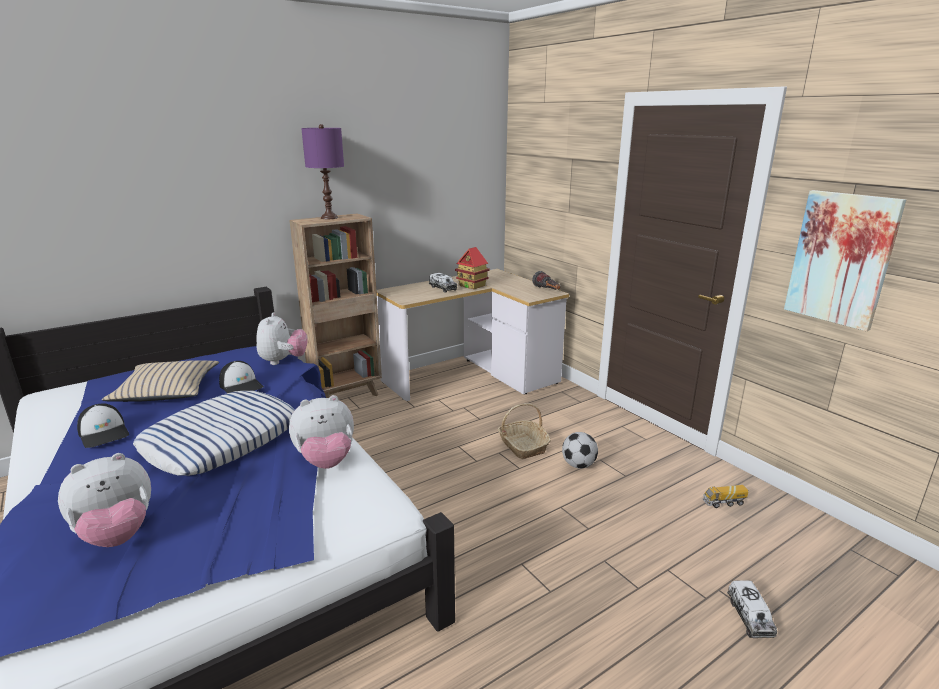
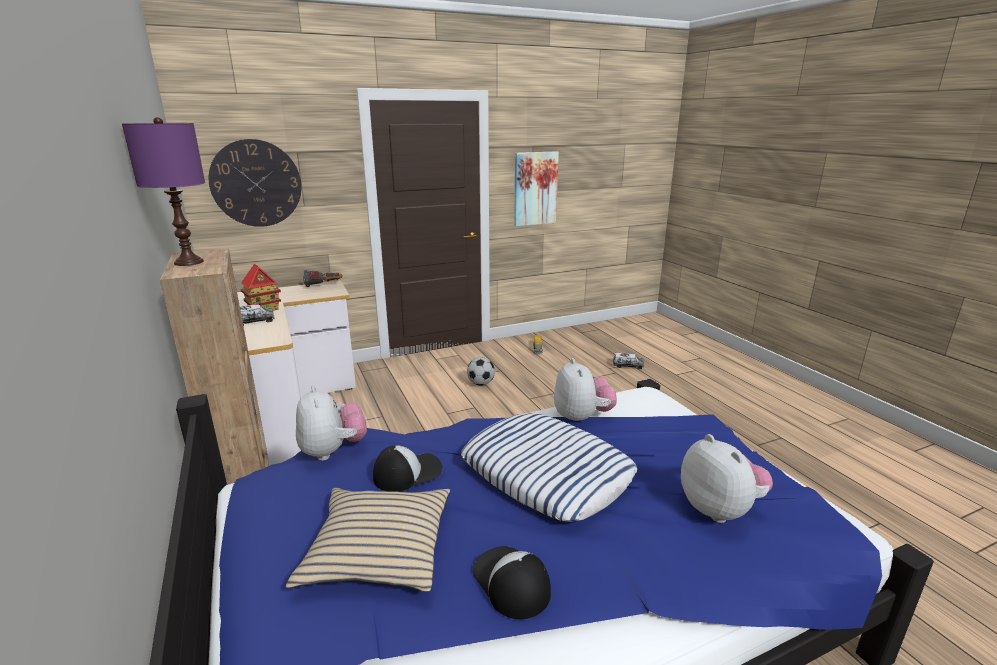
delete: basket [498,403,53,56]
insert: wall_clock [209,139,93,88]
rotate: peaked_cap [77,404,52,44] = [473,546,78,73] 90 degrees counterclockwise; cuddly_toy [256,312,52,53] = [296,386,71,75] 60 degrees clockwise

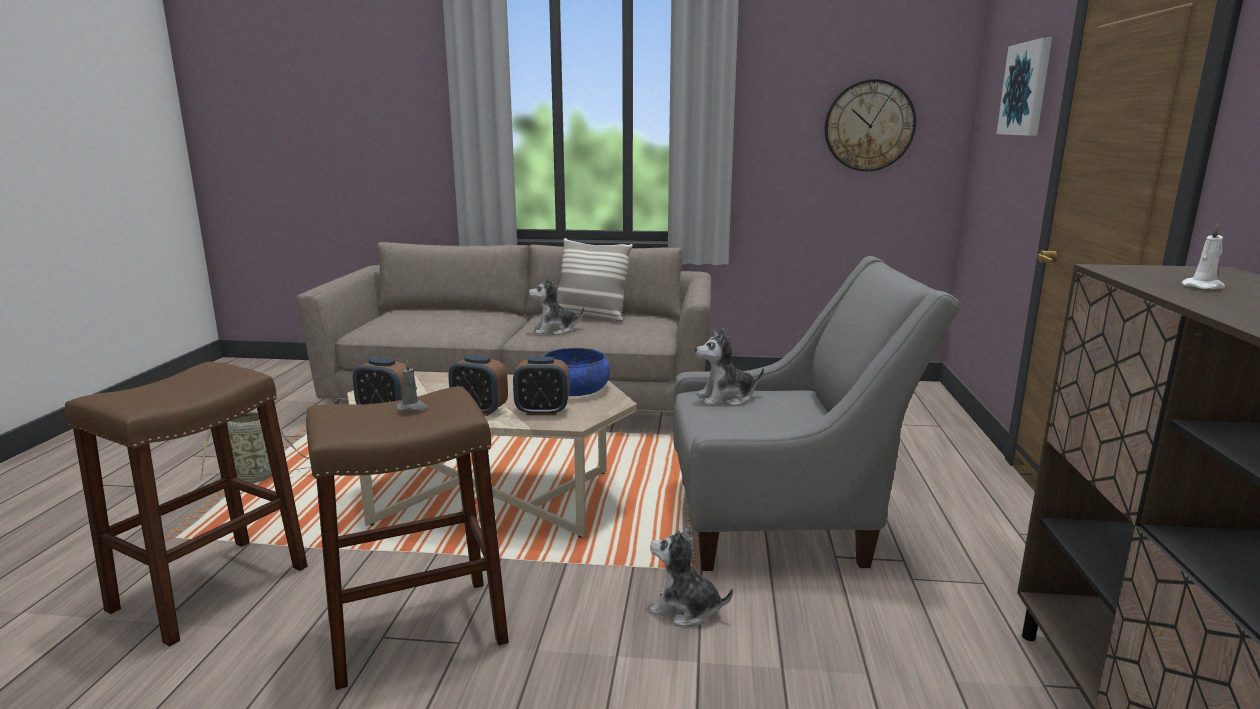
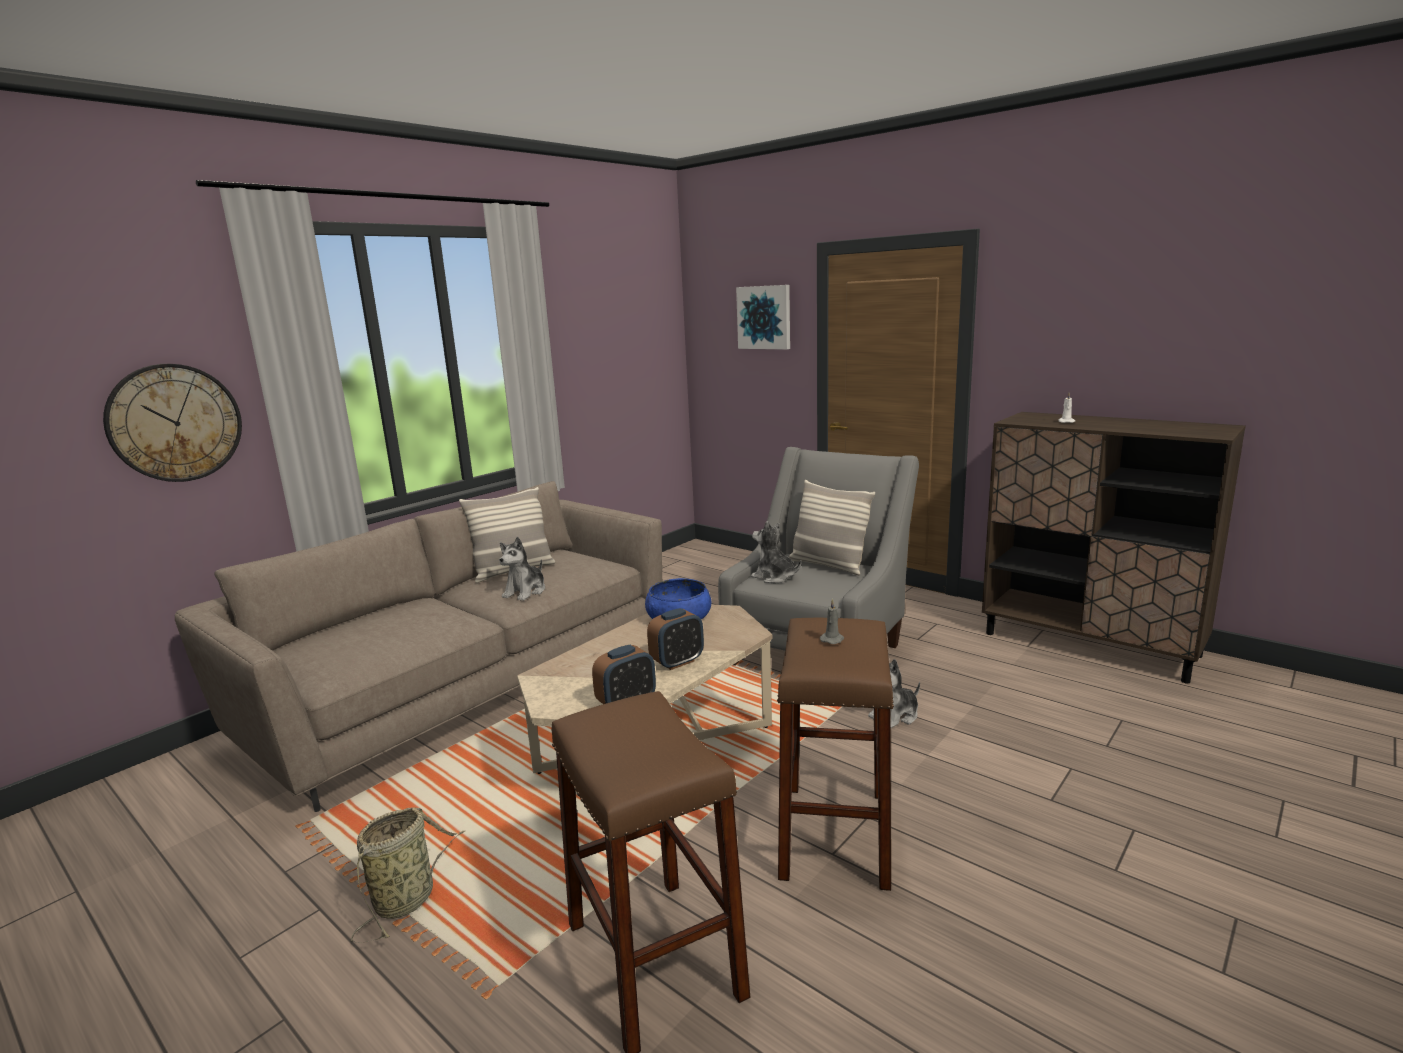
delete: table_clock [513,357,56,58]
insert: pillow [789,480,86,95]
move: wall_clock [825,79,91,92] to [103,364,139,118]
rotate: cuddly_toy [695,329,69,77] = [751,521,50,63] 105 degrees clockwise

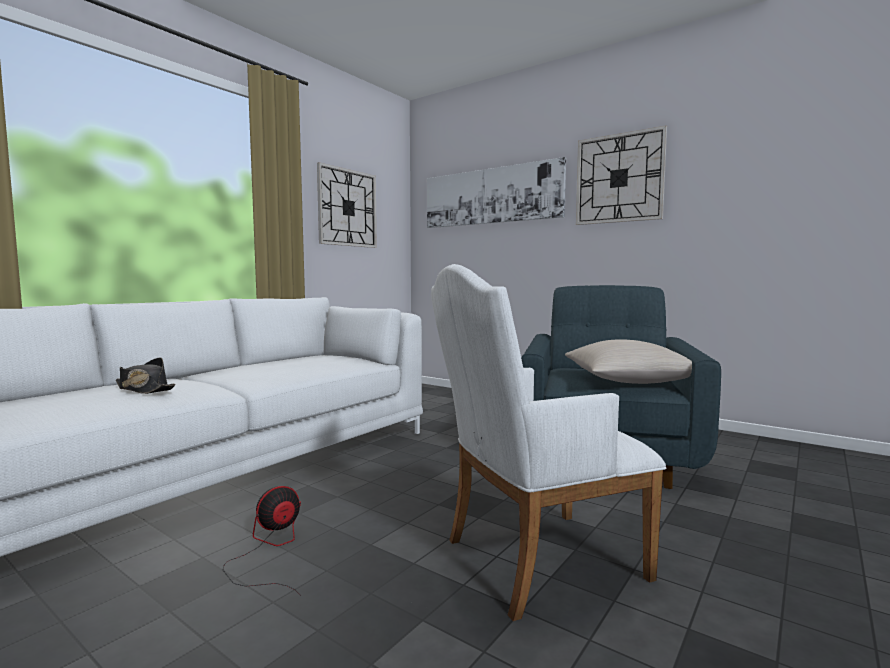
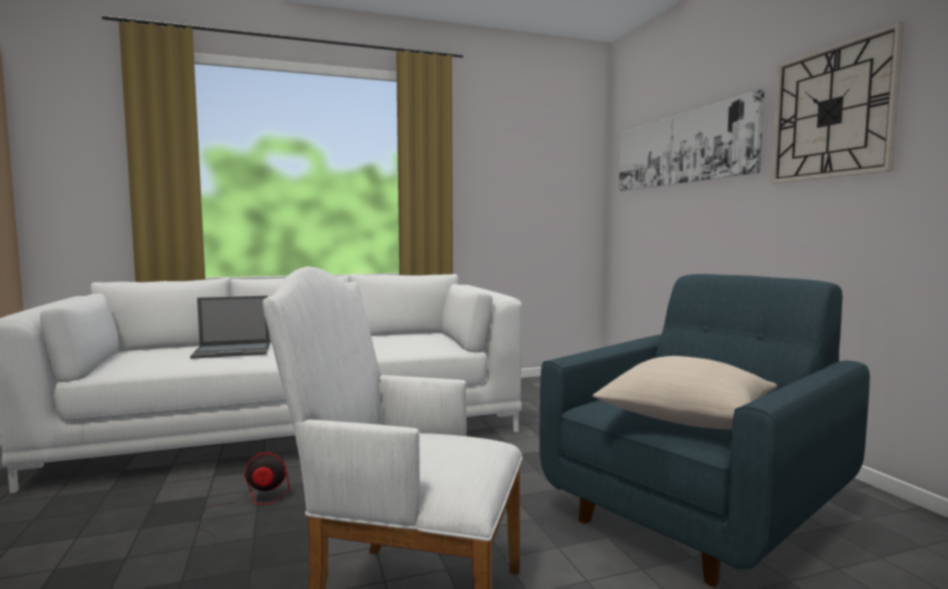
delete: wall_clock [317,162,60,86]
replace: black_hat [116,357,59,37] to laptop [190,296,80,63]

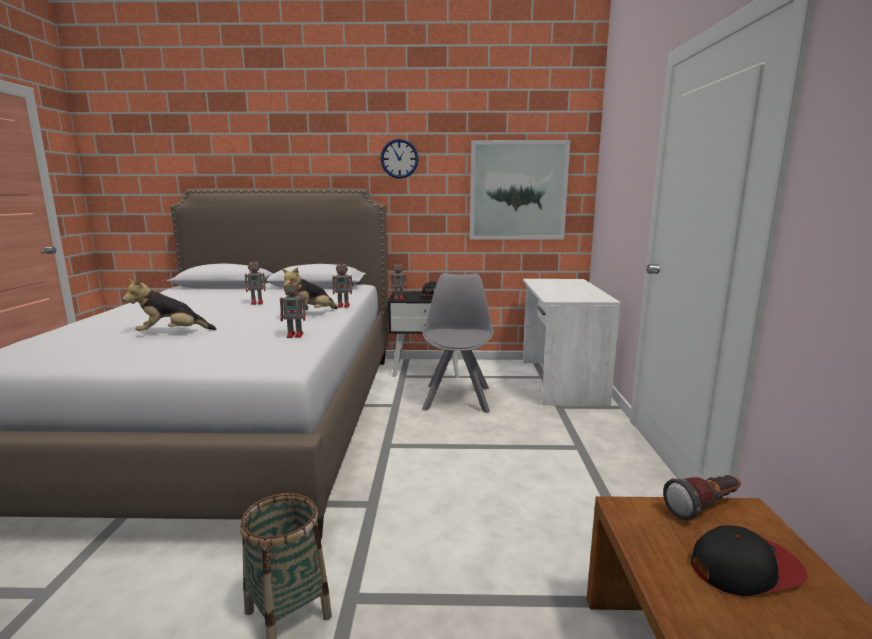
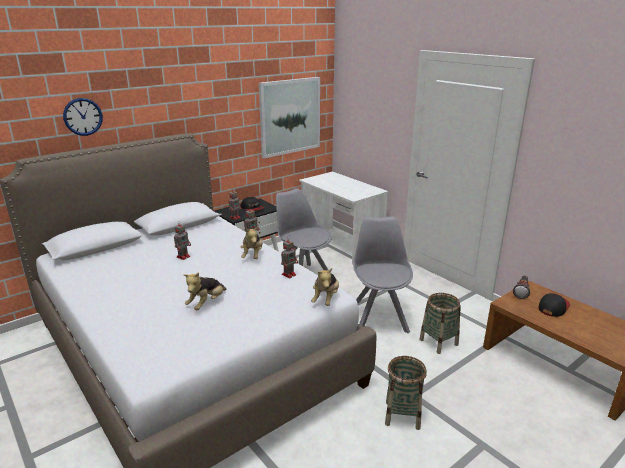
insert: cuddly_toy [311,268,28,38]; gray_upright_chair [353,216,60,118]; basket [419,293,42,61]
move: wall_clock [381,139,38,40] to [63,98,40,38]

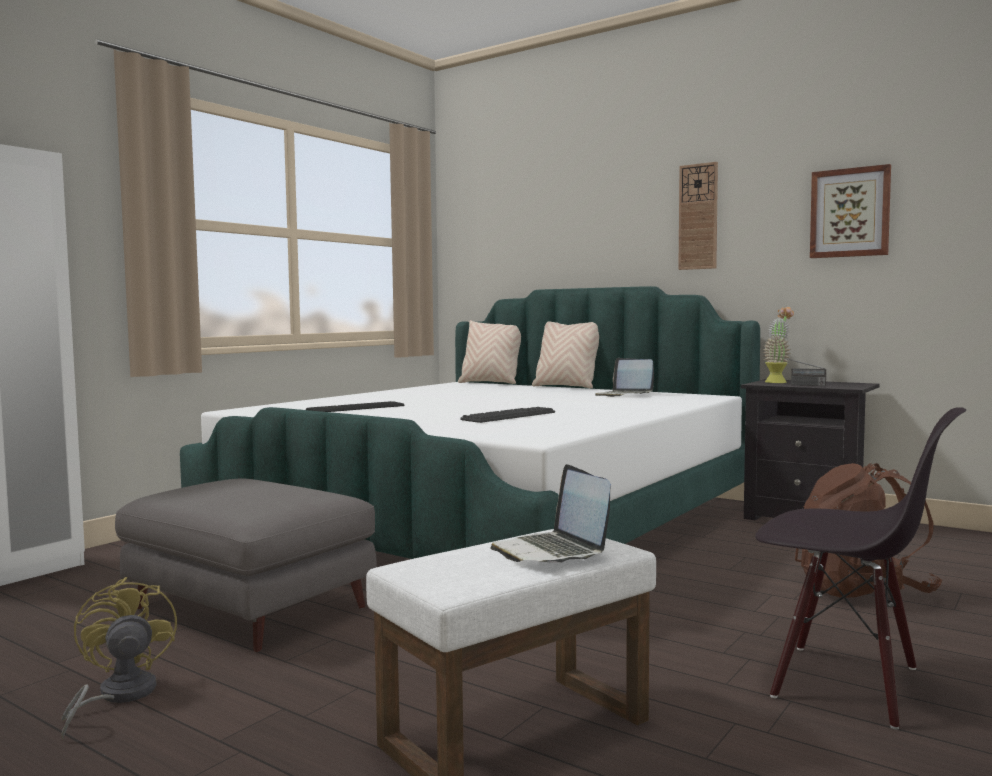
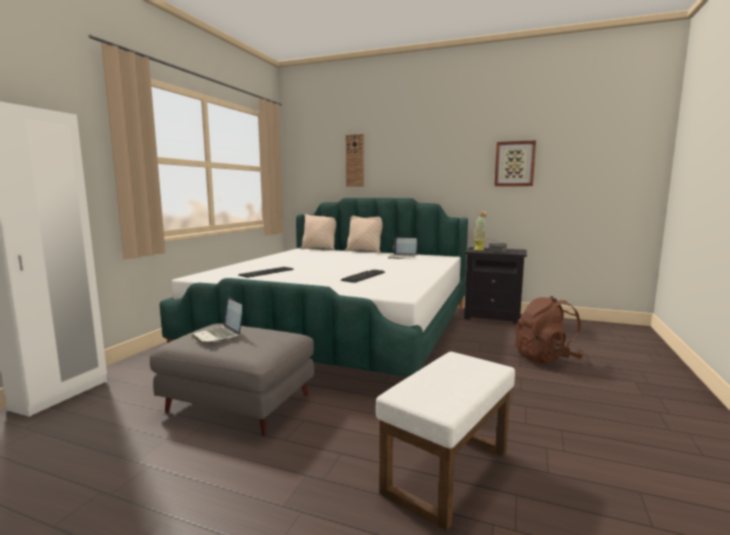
delete: yellow-coloured_cooling_fan [61,577,116,162]; black_upright_chair [755,407,211,323]
move: laptop [491,464,120,99] to [192,296,50,46]; wall_clock [678,162,40,108] to [346,134,18,53]

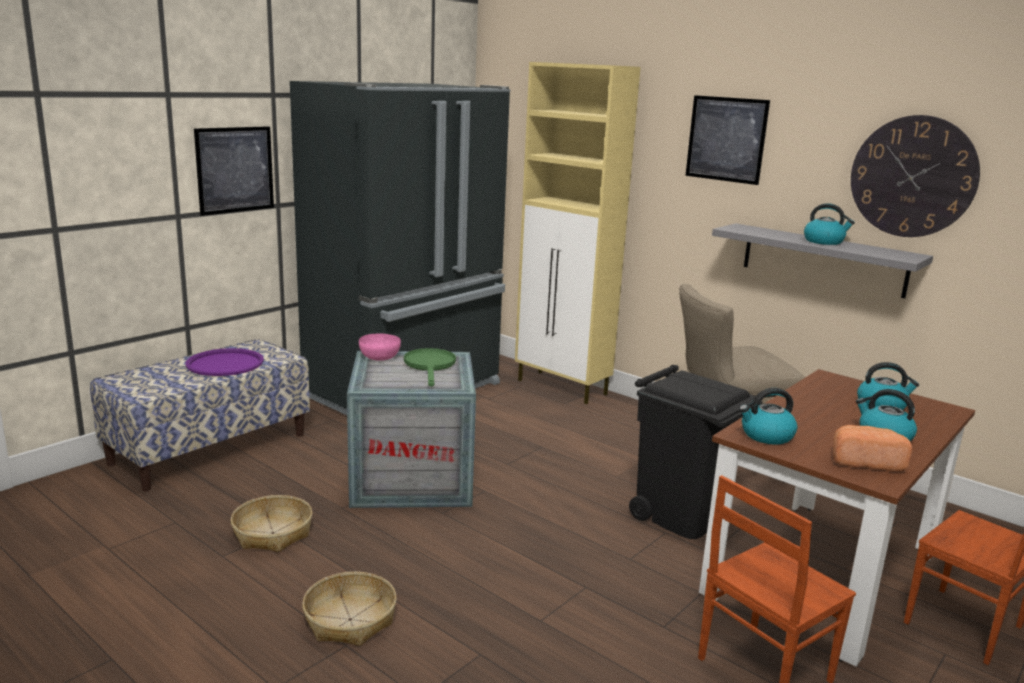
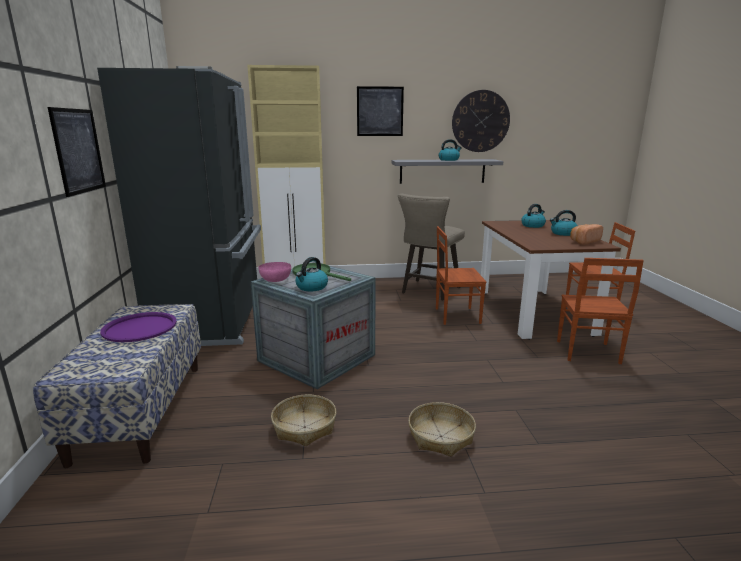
move: water_kettle [739,388,58,56] to [295,257,33,34]
replace: black_rubbish_bin [629,365,134,174] to brown-coloured_upright_chair [436,226,50,99]

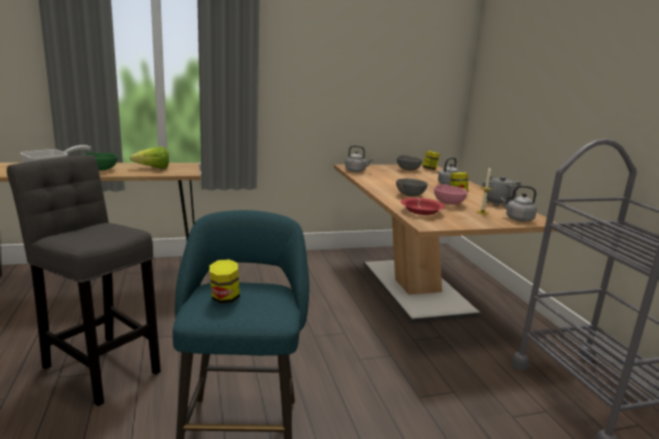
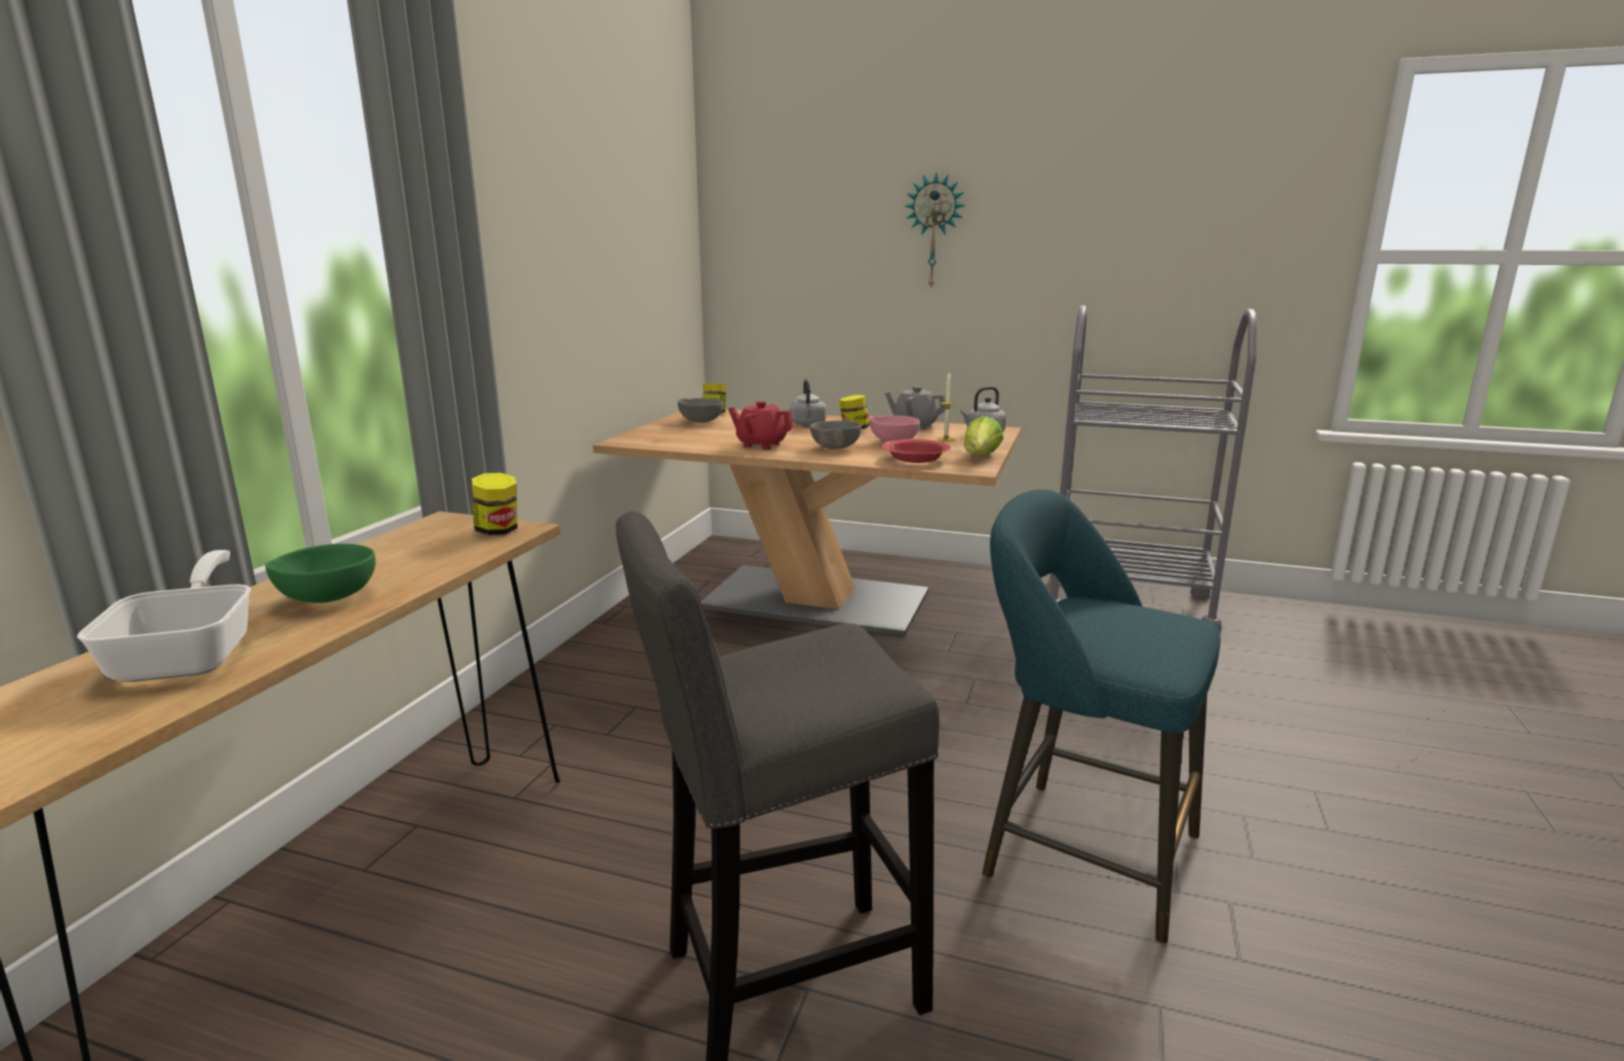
delete: gray_water_kettle [345,145,28,27]
insert: reddish_teapot [728,401,66,48]; wall_clock [905,172,61,118]
move: head_of_lettuce [130,147,39,22] to [964,416,40,39]; storage_jar [209,259,31,45] to [472,473,45,62]

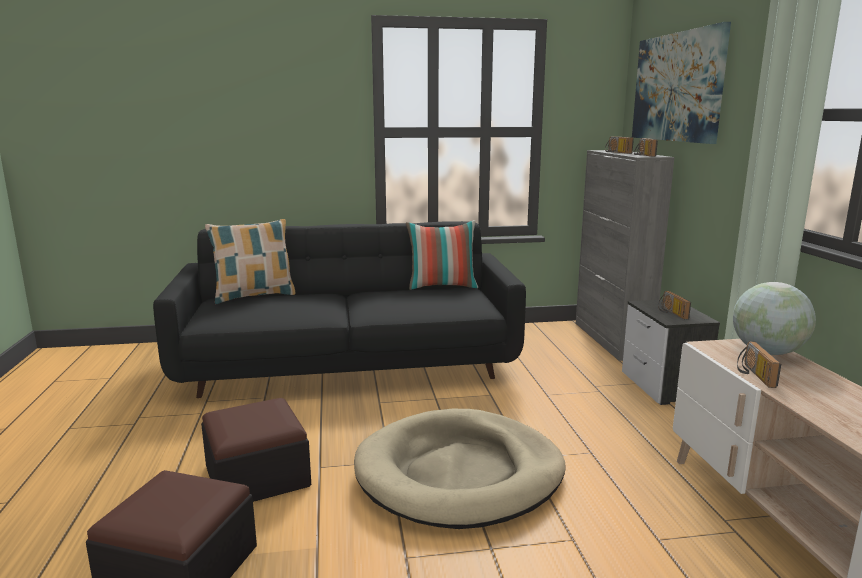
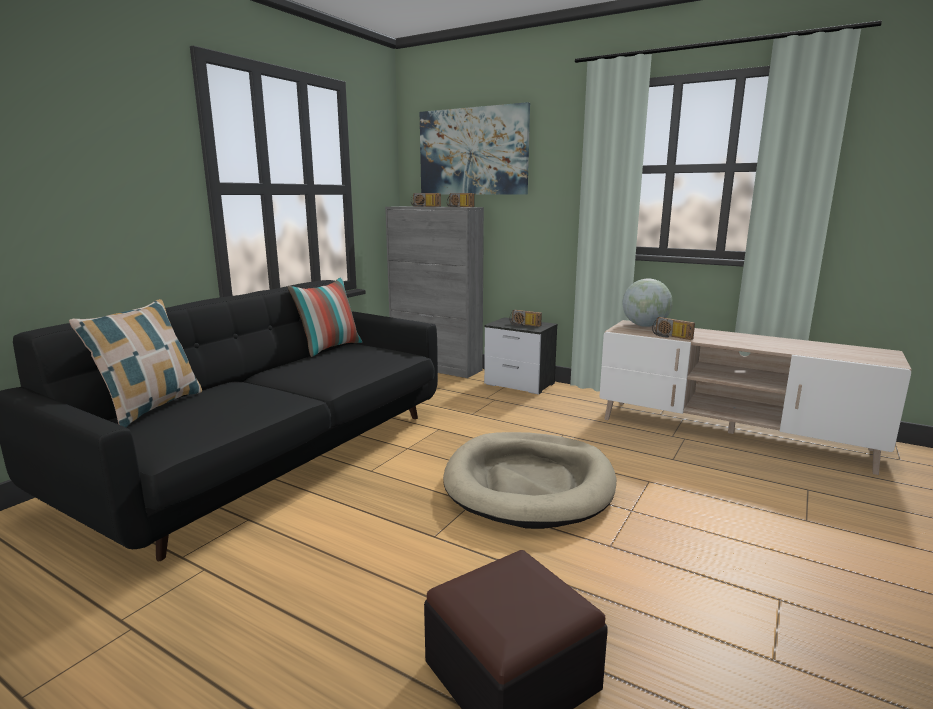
delete: pouffe [201,398,110,104]

